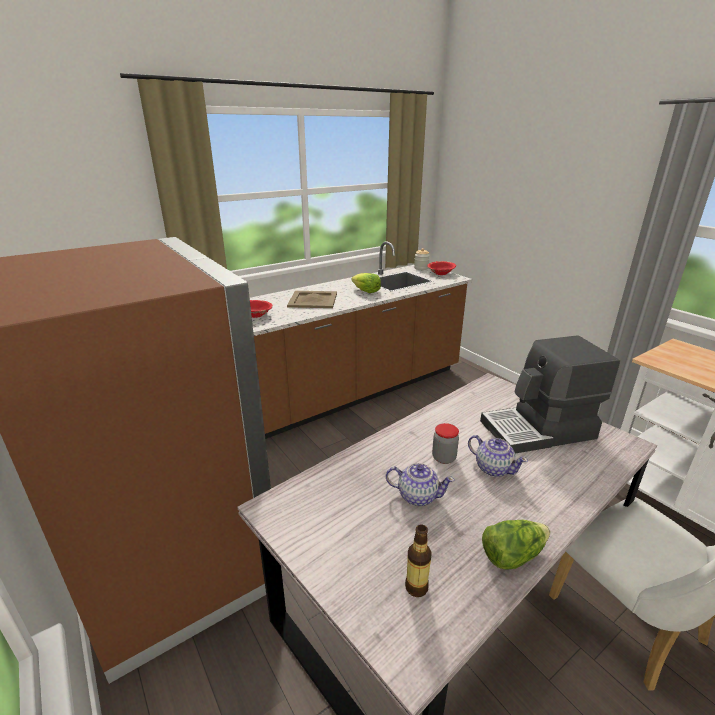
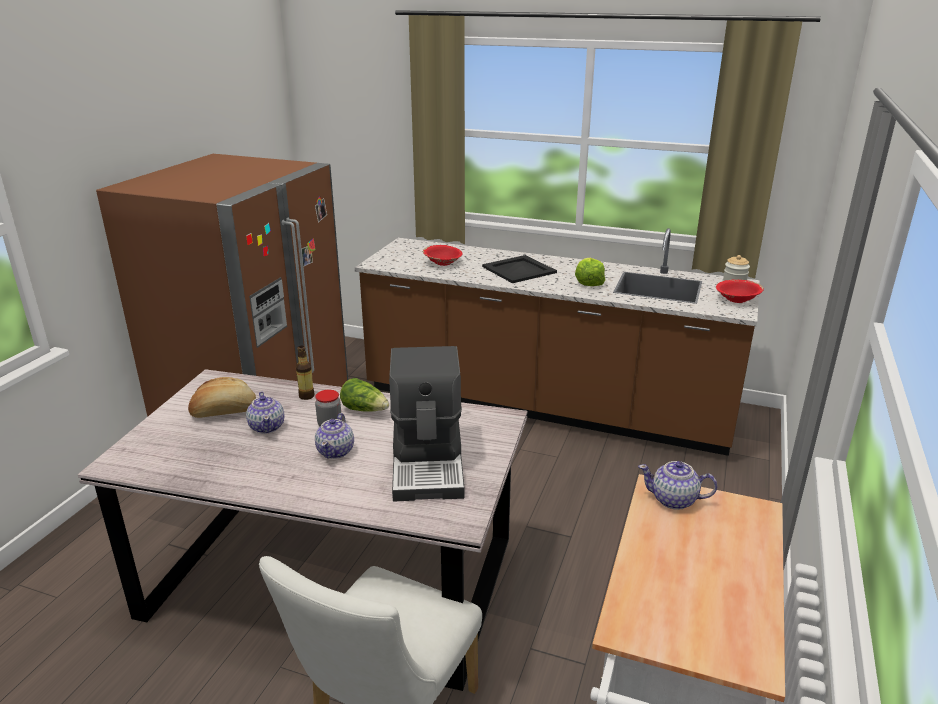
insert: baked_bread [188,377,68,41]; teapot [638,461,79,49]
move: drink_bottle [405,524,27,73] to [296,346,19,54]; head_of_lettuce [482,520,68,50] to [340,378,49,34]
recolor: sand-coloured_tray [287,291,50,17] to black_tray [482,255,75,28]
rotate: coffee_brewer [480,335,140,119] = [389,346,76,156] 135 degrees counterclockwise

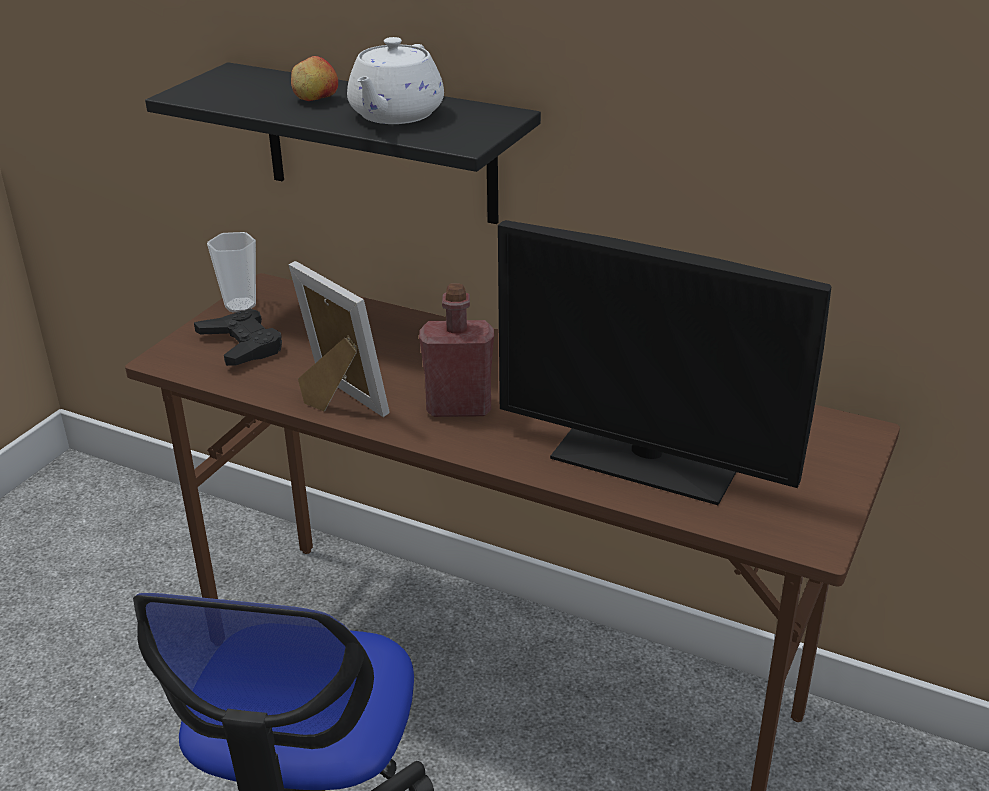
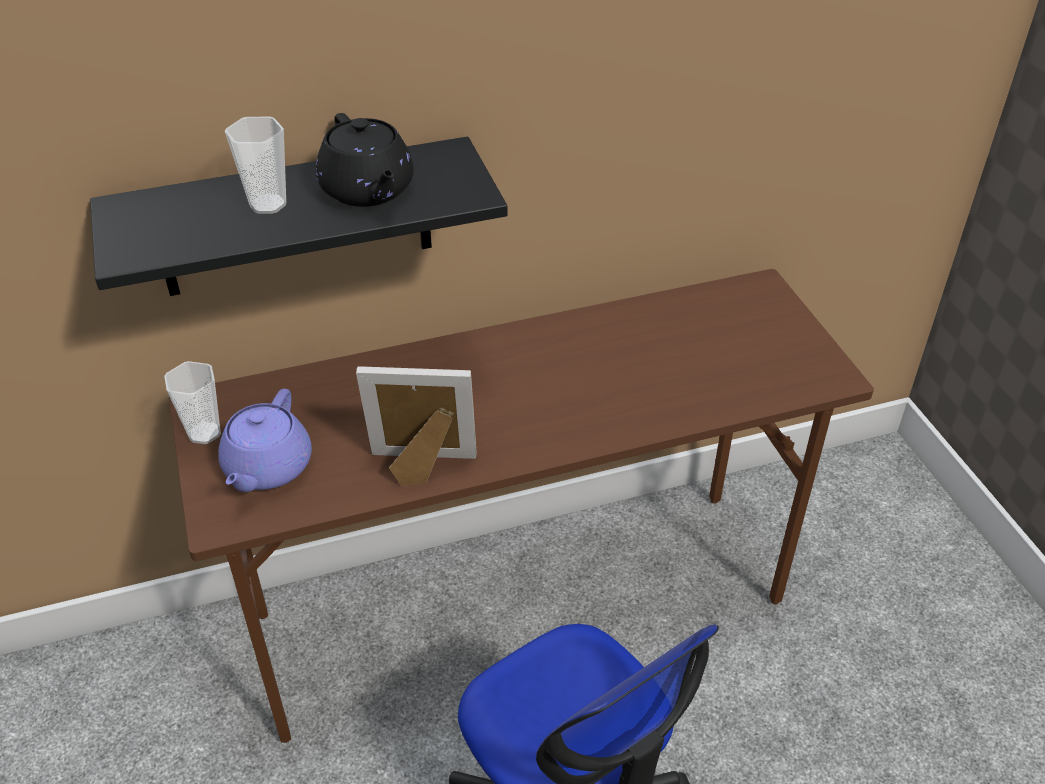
delete: reddish_drink_bottle [419,283,75,134]; computer_display [498,220,334,285]
replace: black_game_controller [194,309,88,57] to purplish_teapot [218,389,94,103]; apple [291,56,47,45] to drinking_cup [225,117,61,97]
recolor: white-coloured_teapot [347,37,97,87] to black_teapot [316,113,98,94]

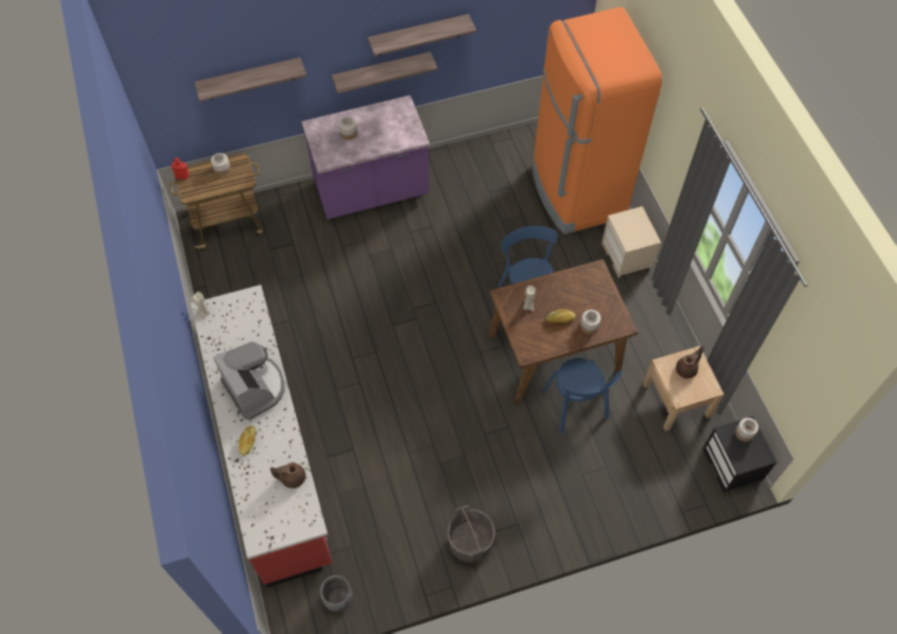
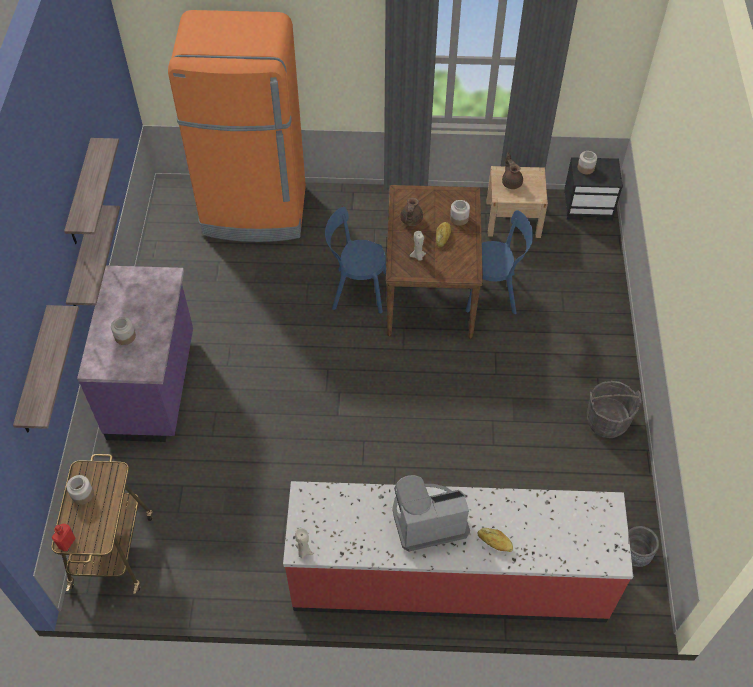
delete: sand-coloured_nightstand [602,206,59,72]
move: brown-coloured_teapot [270,462,36,26] to [400,198,23,28]

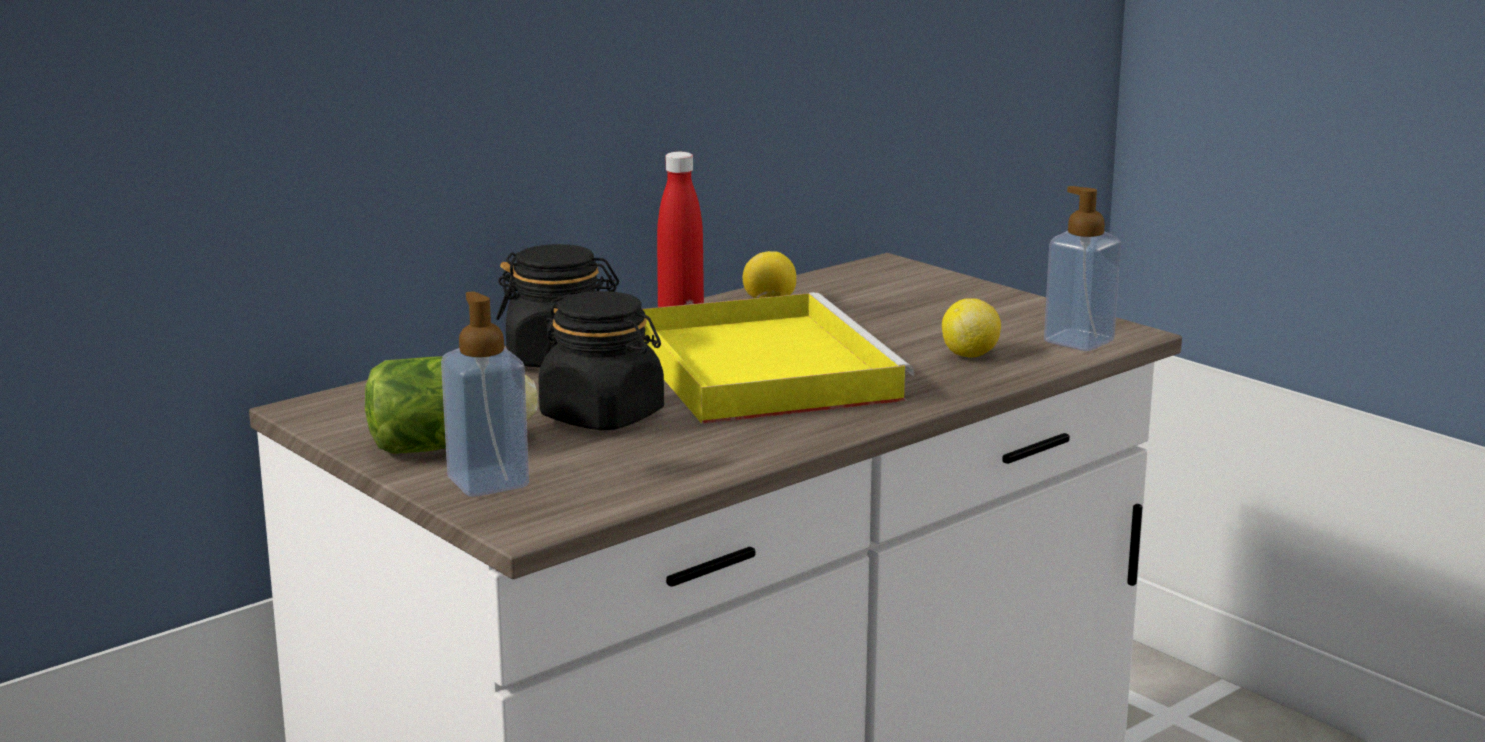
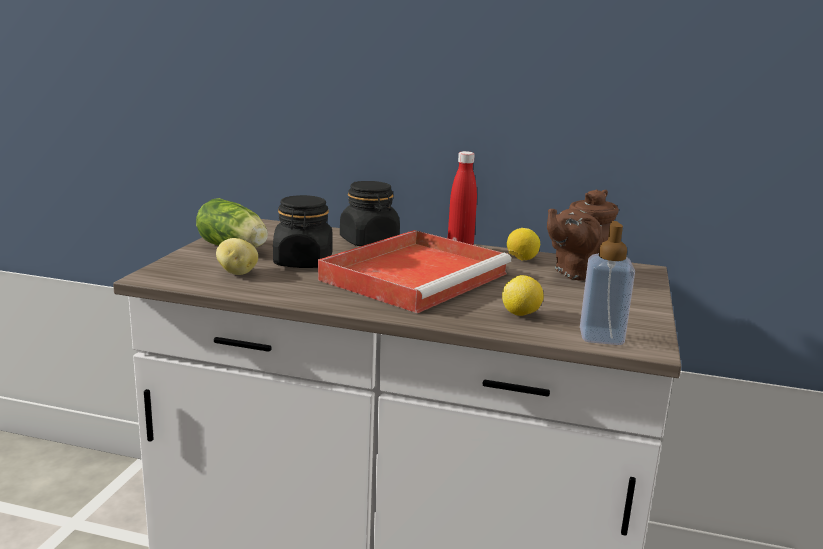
delete: liquid_soap_bottle [441,291,88,206]
insert: spud [216,238,42,37]; brown-coloured_teapot [547,189,72,92]
recolor: yellow-coloured_tray [642,292,272,132] to reddish_tray [318,230,193,84]

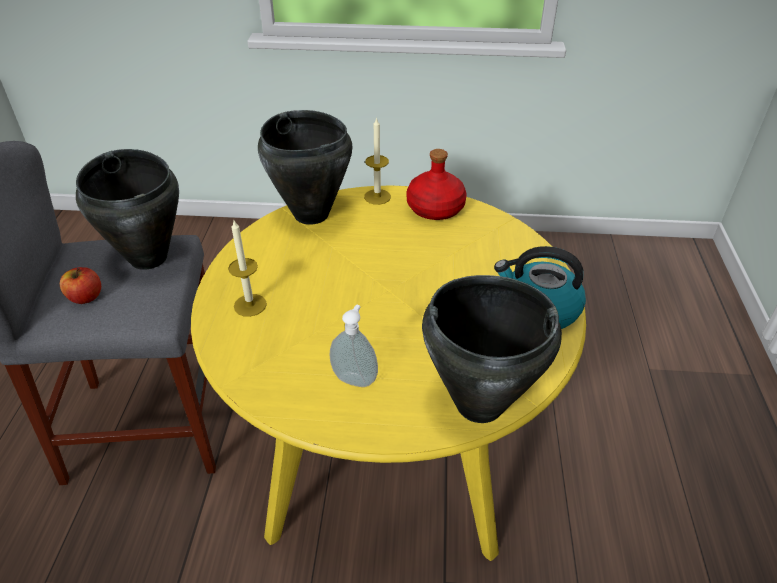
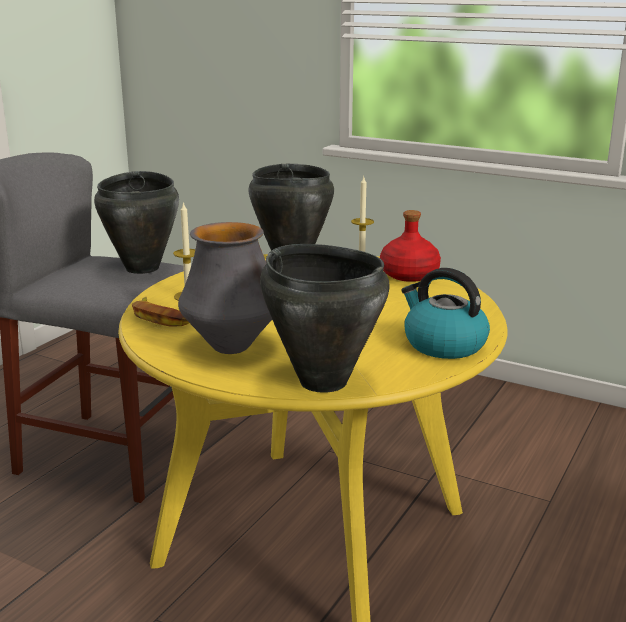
delete: apple [60,267,41,37]
insert: whole_banana [132,297,57,30]
replace: liquid_soap_bottle [329,304,49,83] to decorative_vase [178,222,94,132]

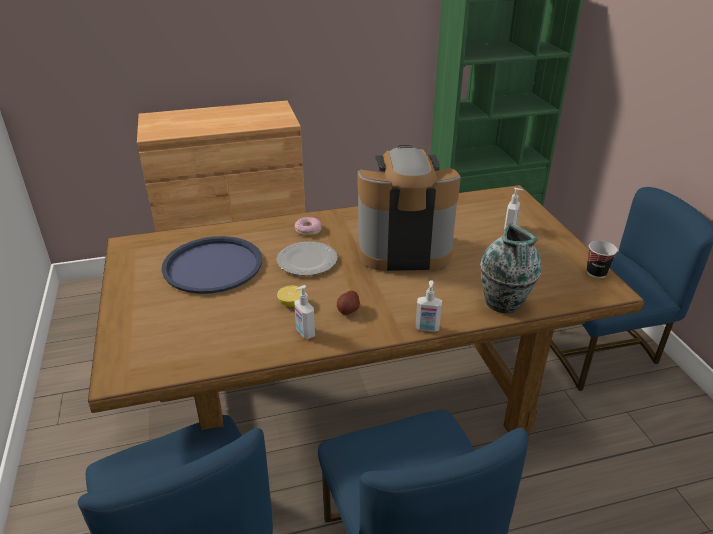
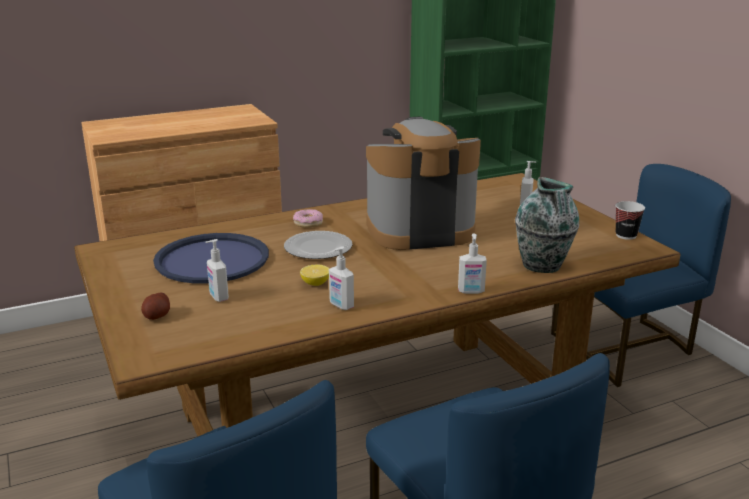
insert: liquid_soap_bottle [206,239,23,63]
move: spud [337,290,23,25] to [141,292,29,28]

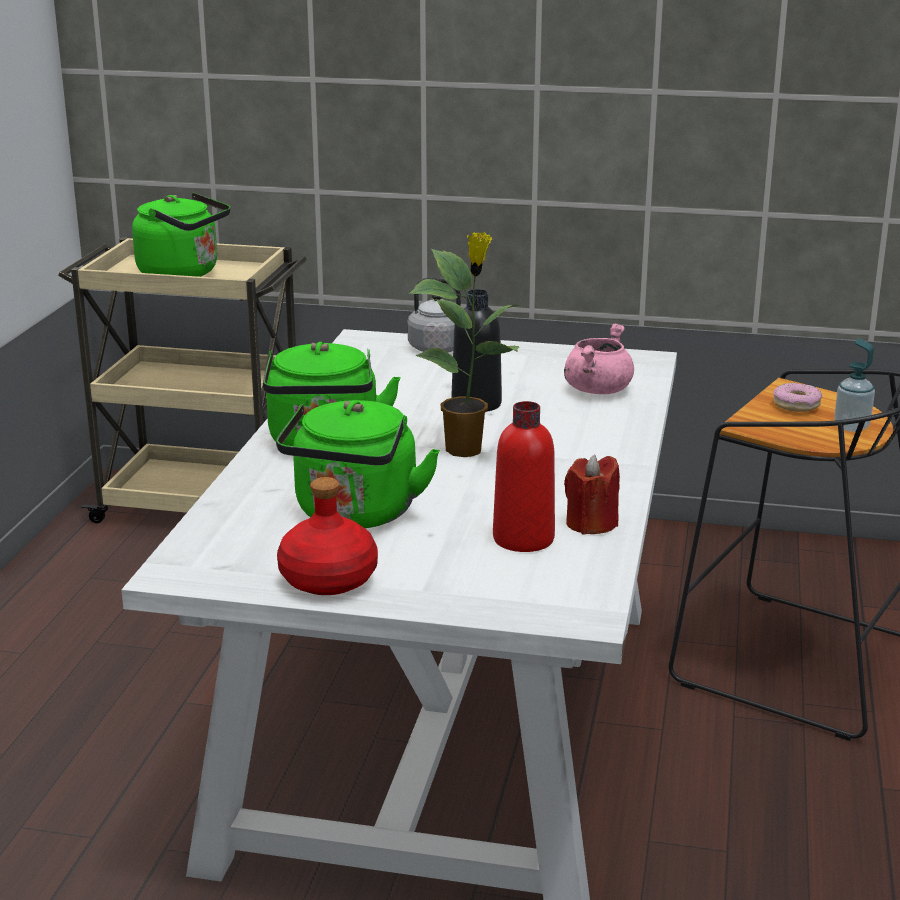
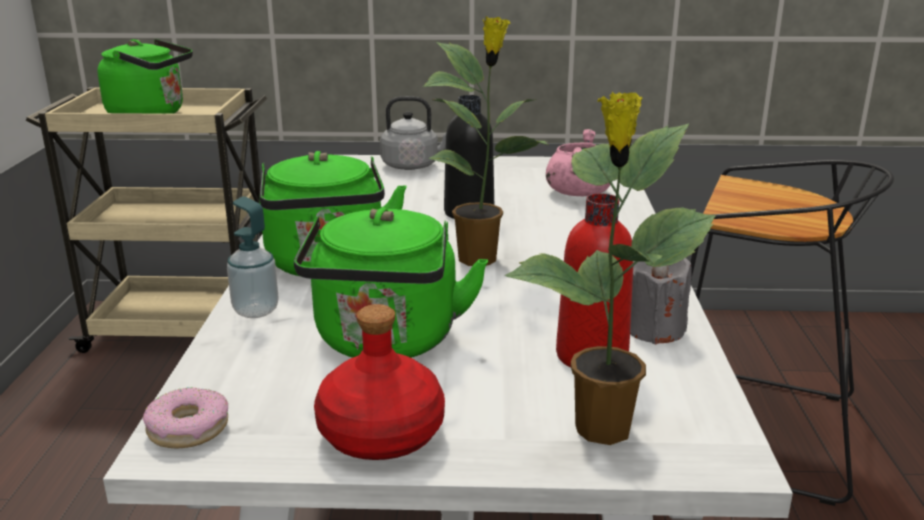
insert: houseplant [505,92,211,353]
move: donut [773,383,49,29] to [143,387,85,61]; liquid_soap_bottle [834,339,41,93] to [227,196,51,122]
recolor: reddish_wax_light [564,454,56,81] to gray_wax_light [630,258,62,86]

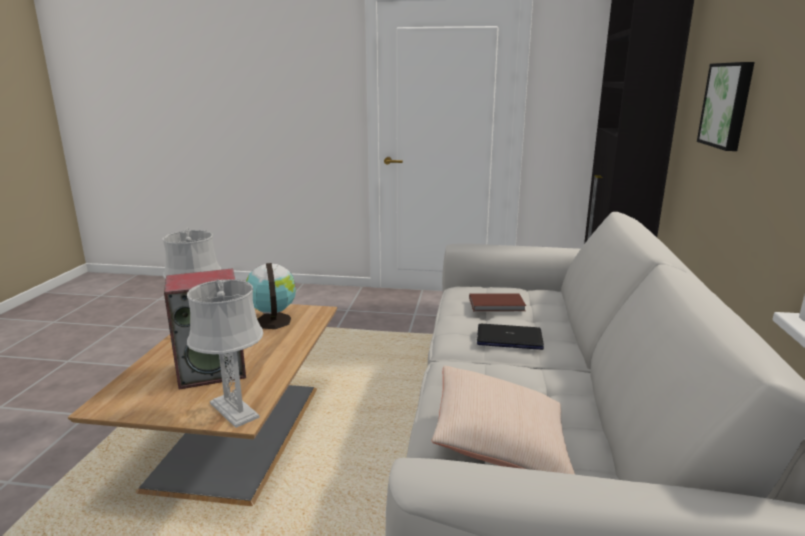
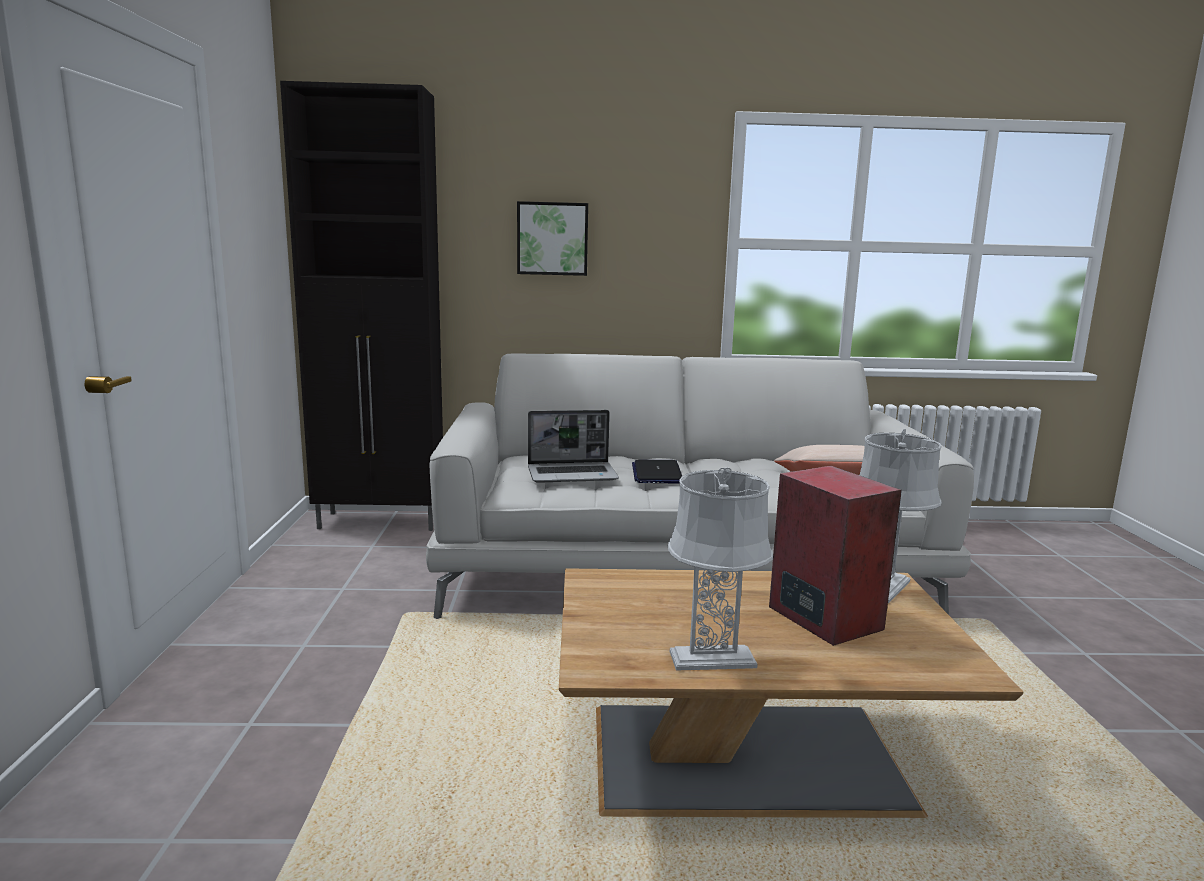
delete: globe [246,263,50,66]
replace: brown-coloured_volume [469,293,57,19] to laptop [528,410,91,73]

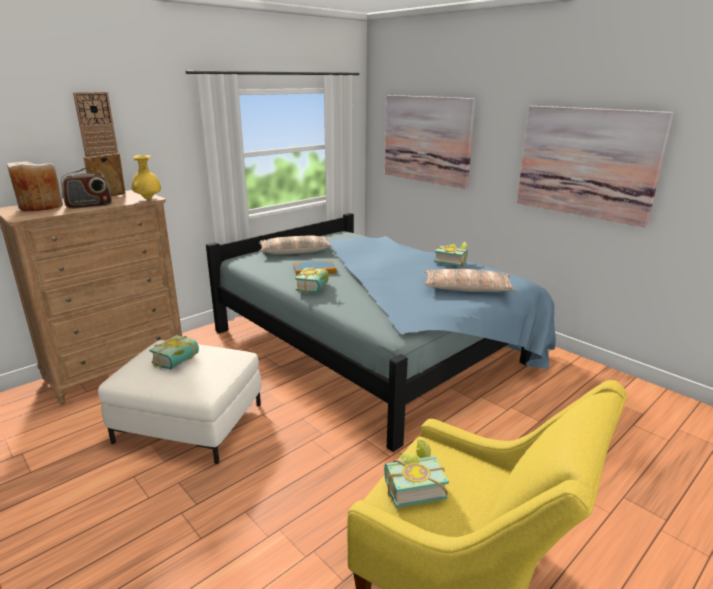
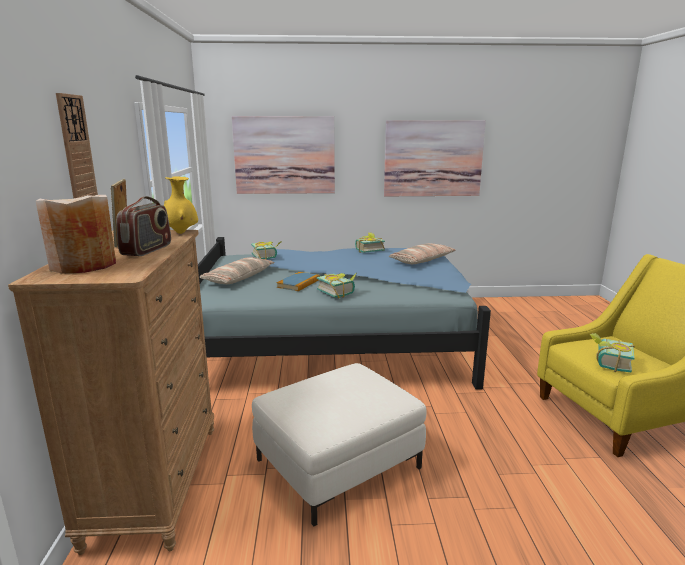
move: volume [150,335,49,35] to [251,241,30,19]

